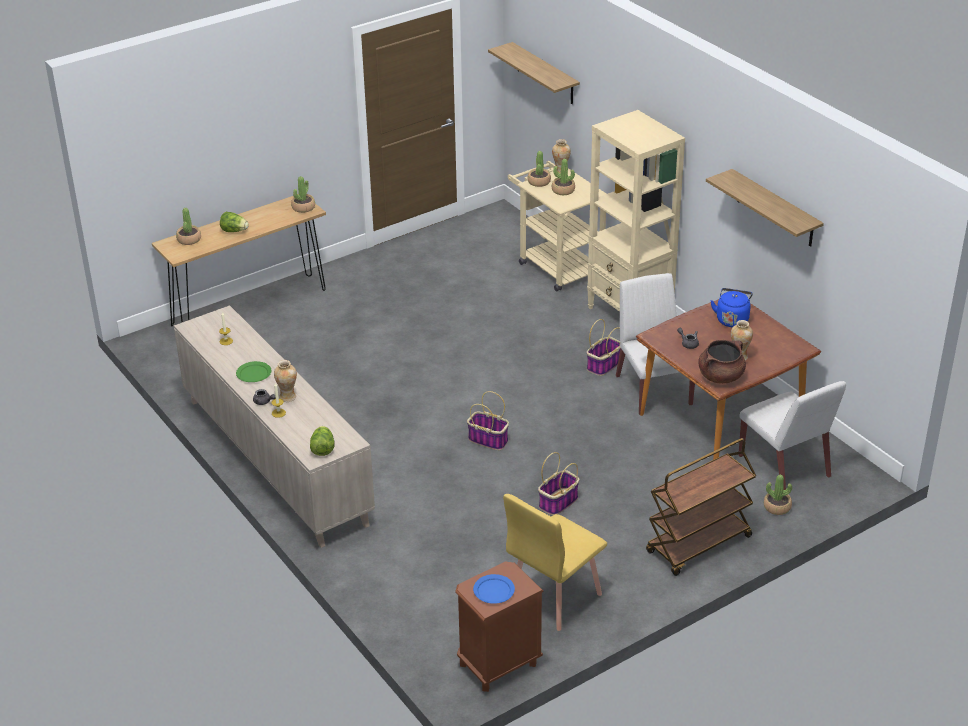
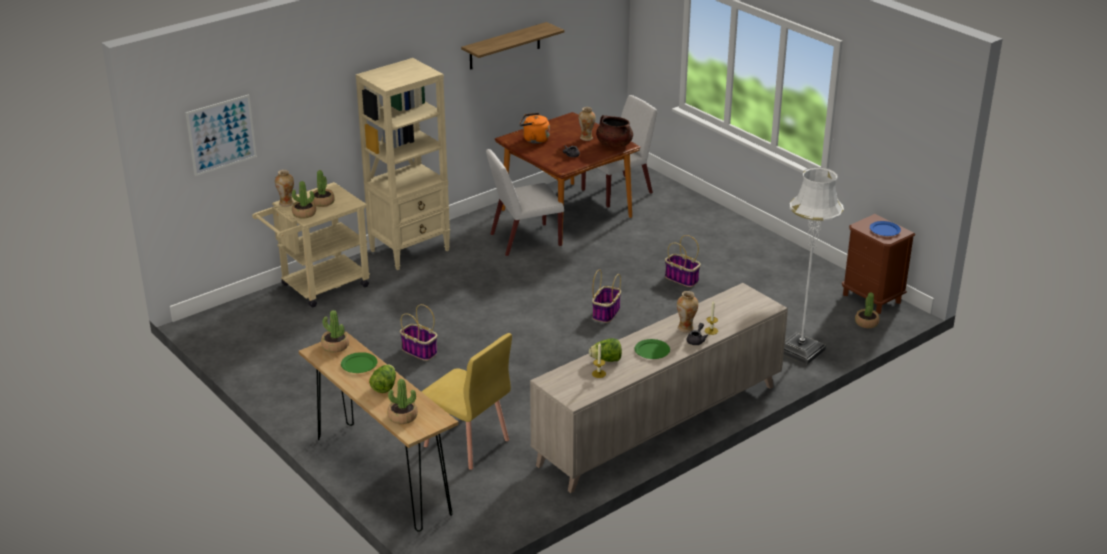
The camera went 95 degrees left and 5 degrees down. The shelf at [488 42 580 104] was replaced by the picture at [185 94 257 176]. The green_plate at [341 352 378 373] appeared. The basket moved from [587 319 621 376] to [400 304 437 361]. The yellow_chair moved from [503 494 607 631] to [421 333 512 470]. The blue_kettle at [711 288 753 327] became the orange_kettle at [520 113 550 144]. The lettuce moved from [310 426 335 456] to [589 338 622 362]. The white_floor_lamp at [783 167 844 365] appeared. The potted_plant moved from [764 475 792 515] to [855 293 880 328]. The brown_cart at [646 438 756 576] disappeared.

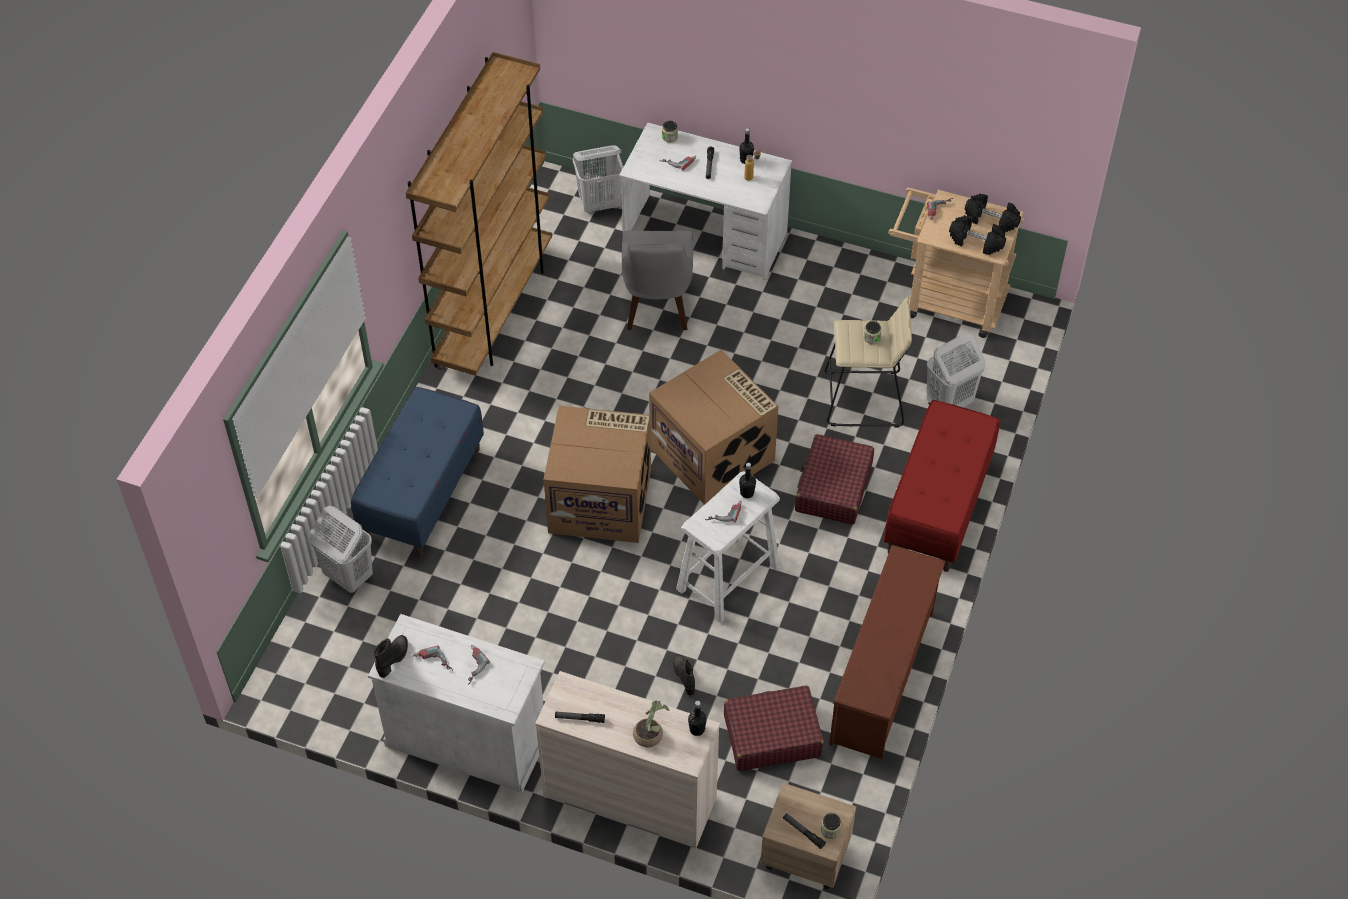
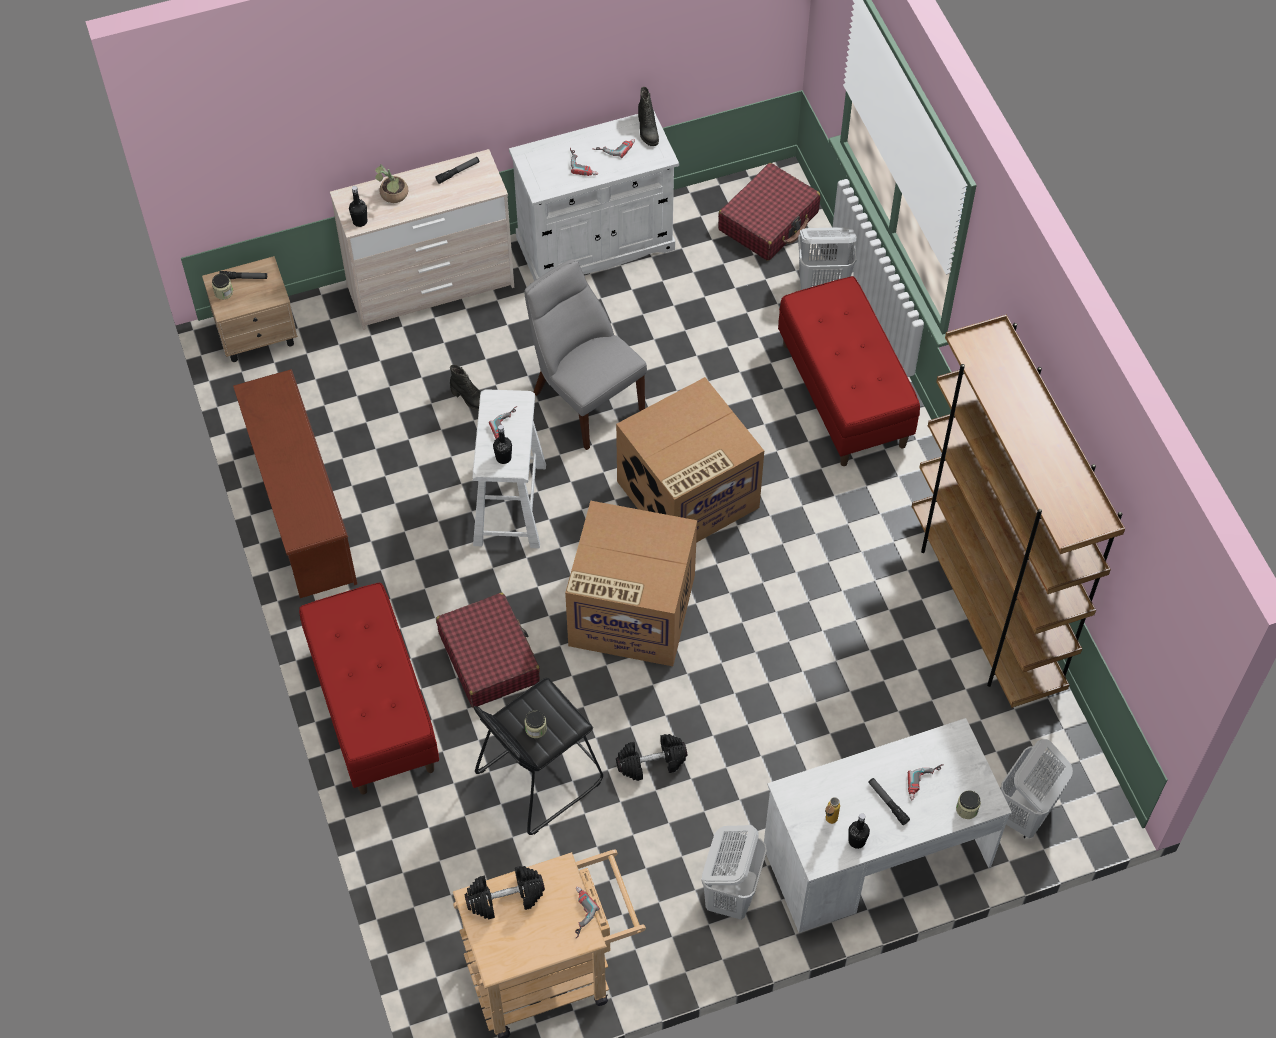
The camera went 140 degrees right and 5 degrees up. The beige_stool at [825 297 912 427] became the black_stool at [474 677 603 835]. The grey_chair moved from [622 230 693 330] to [524 259 647 450]. The black_dumbbell moved from [964 194 1021 233] to [616 734 687 781]. The white_laundry_basket moved from [927 333 985 407] to [701 825 767 920]. The red_suitcase moved from [724 685 824 771] to [718 163 820 261]. The blue_bench at [351 387 484 557] became the red_bench at [778 276 920 466].

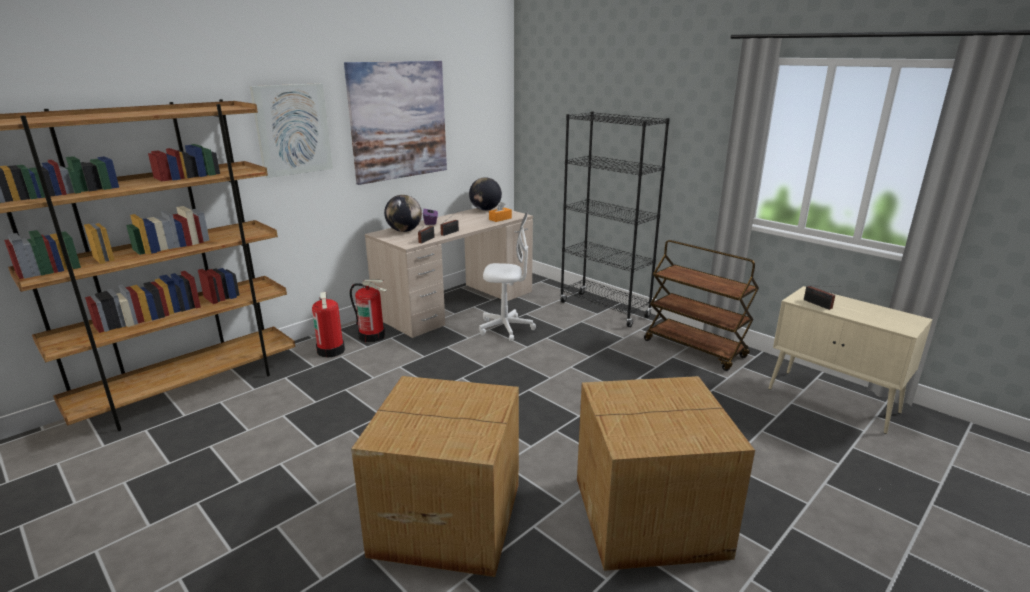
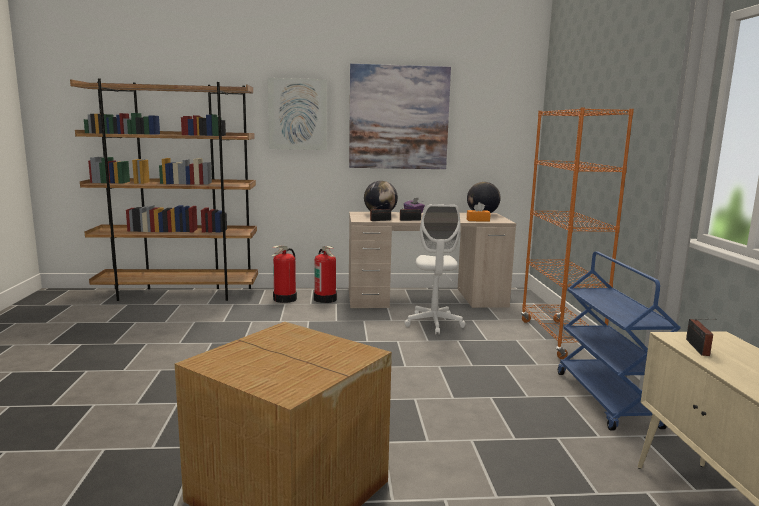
The camera went 40 degrees right and 10 degrees down. The white_office_chair at [479 211 536 341] turned 45 degrees clockwise. The black_bookcase at [560 111 670 327] became the orange_bookcase at [521 107 634 359]. The brown_cart at [644 240 759 371] became the blue_cart at [558 251 681 431]. The cardboard_box at [351 376 519 577] disappeared.

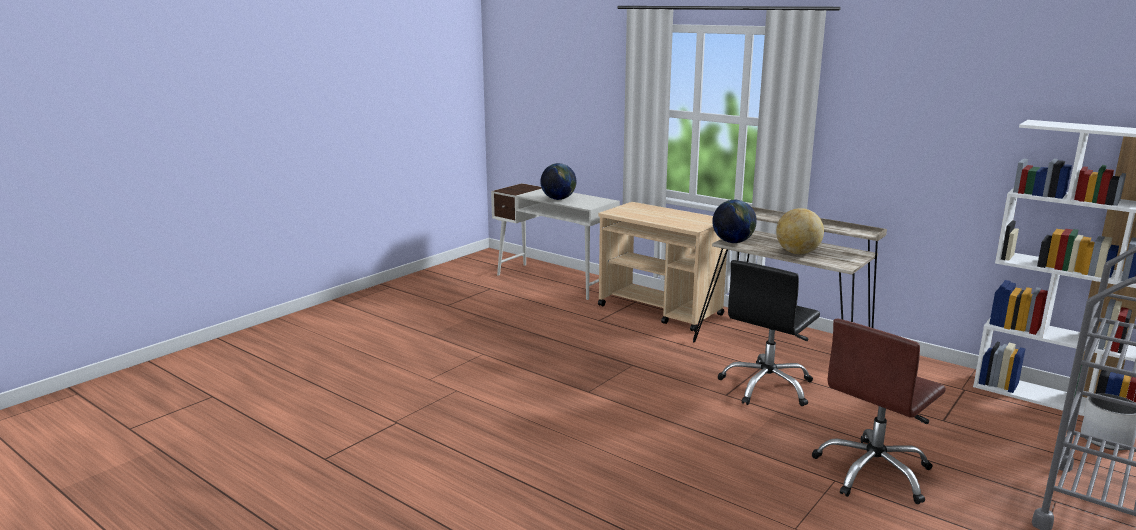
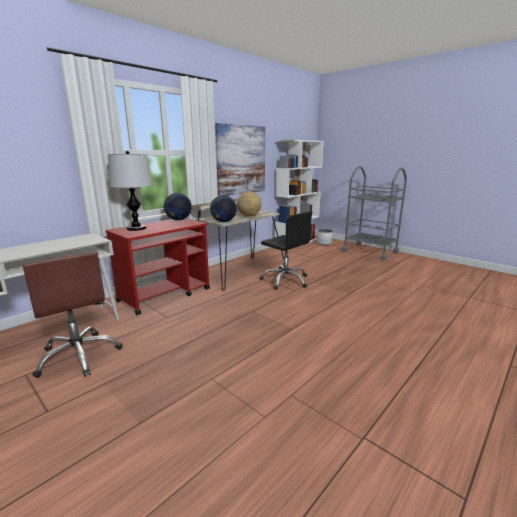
The camera went 85 degrees left and 0 degrees up. The brown_office_chair moved from [812 319 946 504] to [23 252 122 378]. The beige_cart at [598 202 727 332] became the red_cart at [106 218 210 315]. The table_lamp at [108 151 153 231] appeared. The globe moved from [540 163 576 200] to [164 193 192 220]. The picture at [215 123 265 196] appeared.

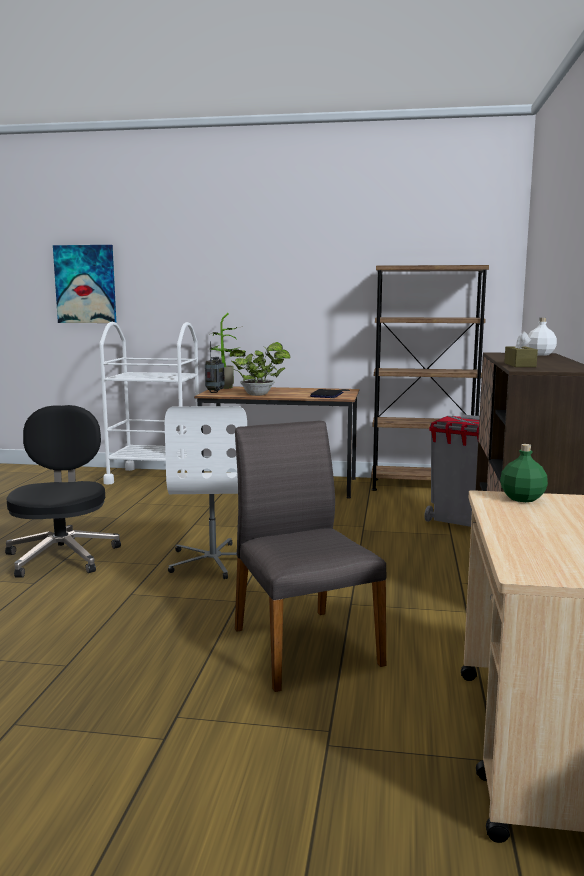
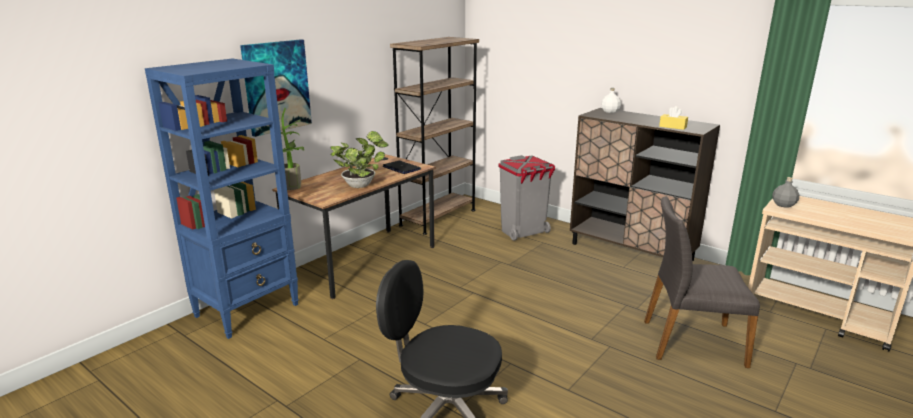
The camera went 60 degrees left and 10 degrees up. The white_cart at [99 322 199 484] was replaced by the blue_bookcase at [145 59 299 339]. The picture moved from [53 245 116 323] to [240 39 312 137]. The brown_tissue_box at [504 331 538 367] became the yellow_tissue_box at [659 106 688 130]. The green_bottle at [500 444 548 502] became the grey_bottle at [772 177 799 208]. The white_office_chair at [165 406 247 579] disappeared. The radio at [205 341 225 393] disappeared.

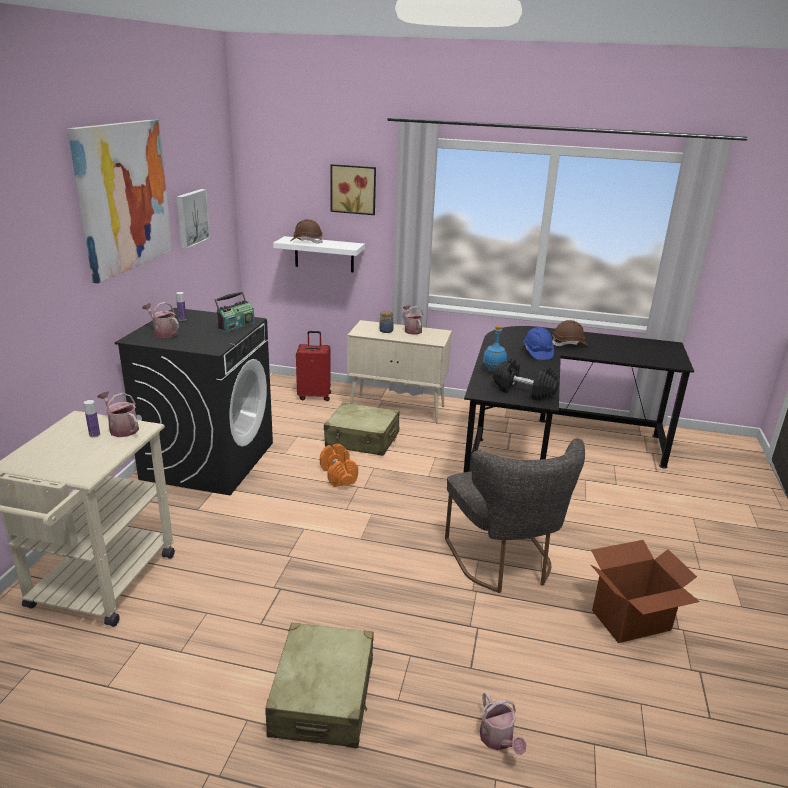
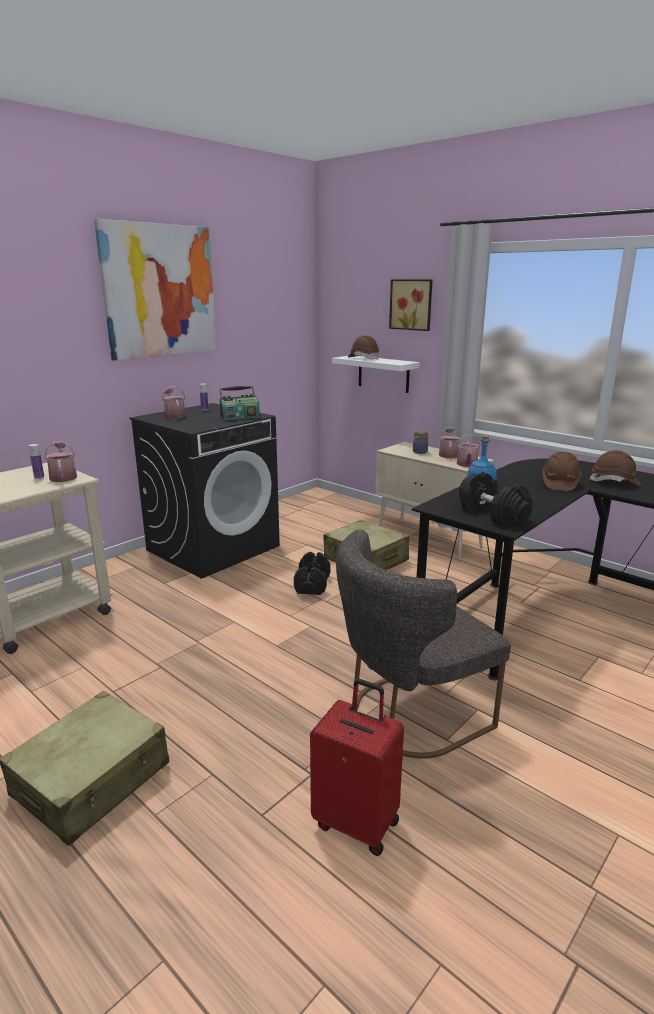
The camera went 30 degrees right and 5 degrees down. The orange_dumbbell at [320 444 358 487] became the black_dumbbell at [294 552 330 595]. The red_suitcase moved from [296 331 331 401] to [310 679 404 856]. The grey_chair at [445 439 585 593] turned 45 degrees clockwise. The watering_can moved from [480 692 527 755] to [457 435 480 467]. The blue_hard_hat at [523 327 554 360] became the brown_hard_hat at [543 452 581 491]. The picture at [176 189 211 249] disappeared. The cardboard_box at [591 540 700 643] disappeared.

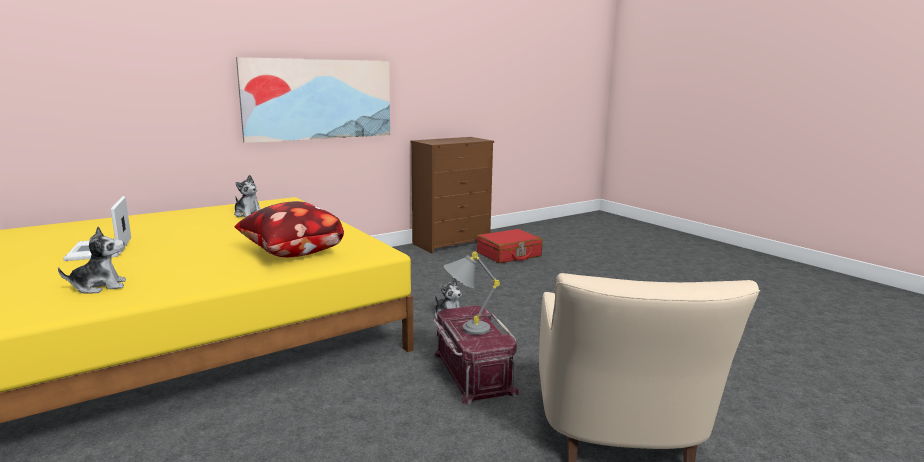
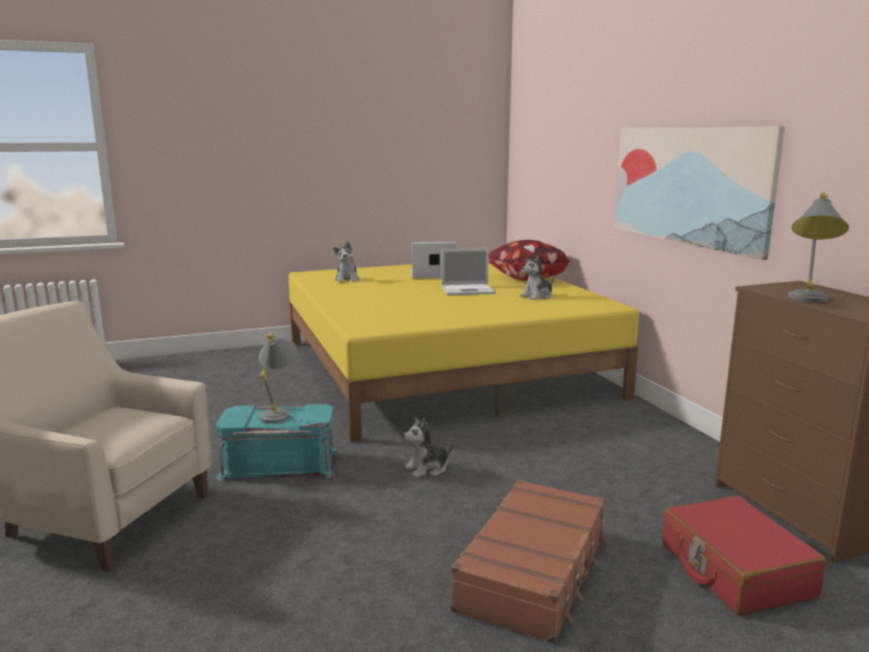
The camera went 105 degrees right and 0 degrees up. The red_storage_box at [433 305 519 405] became the turquoise_storage_box at [216 404 338 482]. The laptop at [442 248 496 295] appeared. The brown_suitcase at [451 479 608 644] appeared. The pillow moved from [235 201 344 257] to [489 240 570 281]. The grey_table_lamp at [788 192 849 302] appeared.

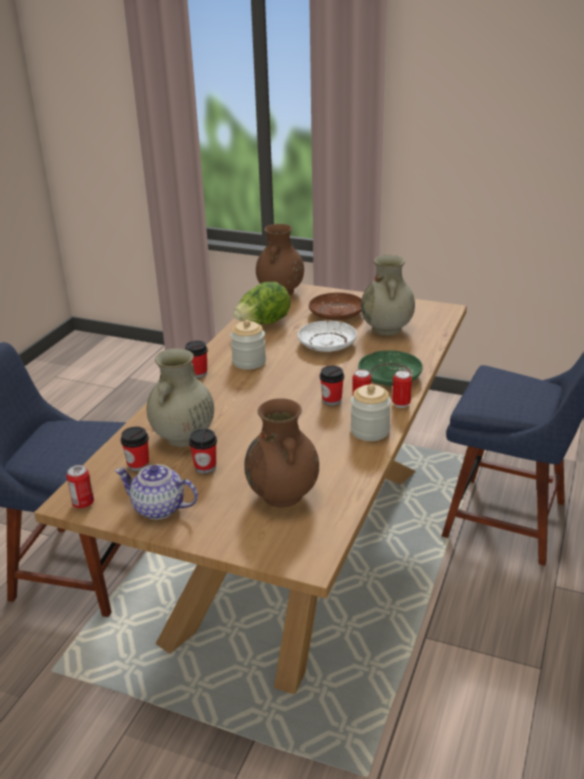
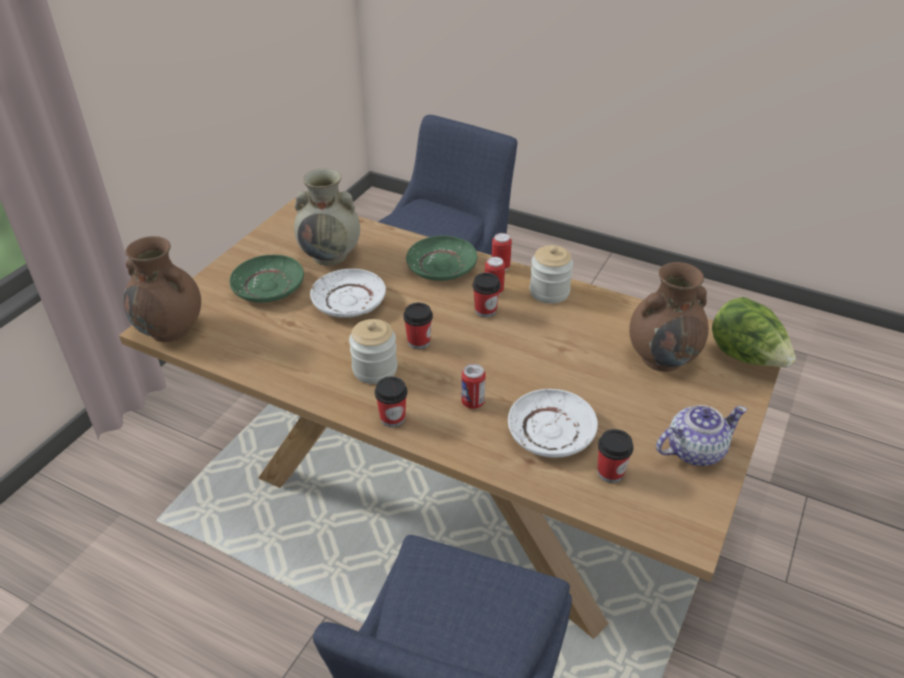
The camera went 85 degrees left and 10 degrees up. The brown_plate at [309 292 362 321] became the green_plate at [229 255 304 303]. The cup moved from [189 428 217 474] to [403 303 433 349]. The can moved from [67 465 94 508] to [461 364 486 409]. The beige_vase at [146 348 214 447] was replaced by the white_plate at [508 389 598 458]. The teapot at [115 464 198 520] turned 135 degrees counterclockwise. The lettuce moved from [233 282 291 324] to [712 297 796 367].

